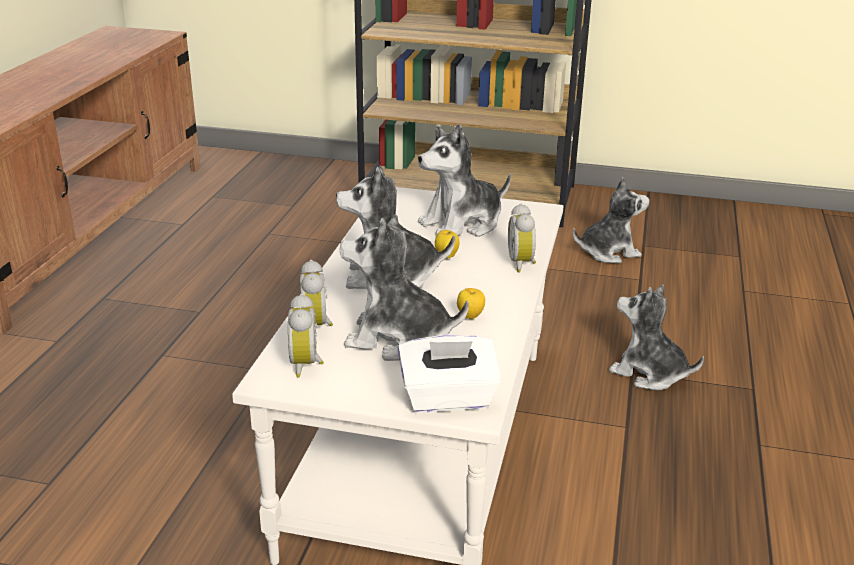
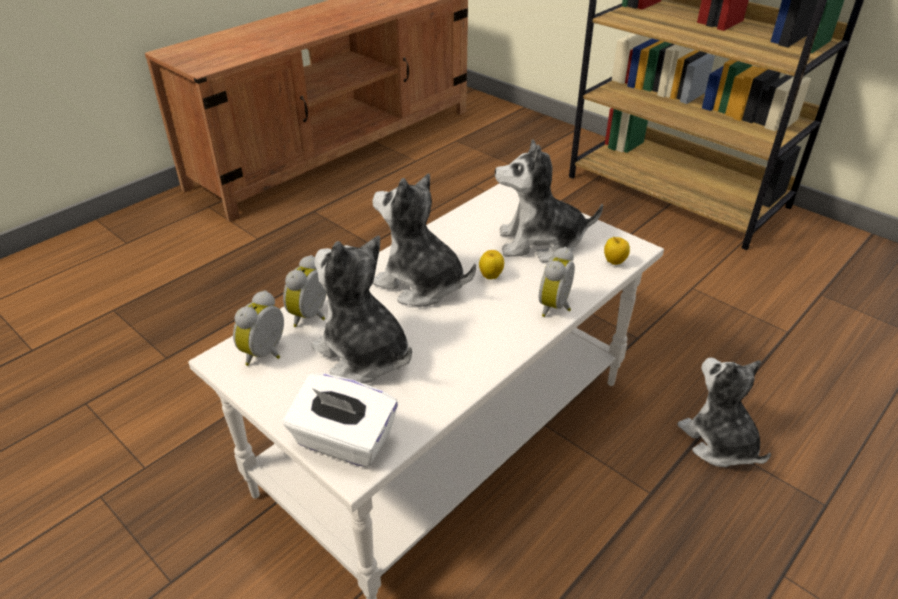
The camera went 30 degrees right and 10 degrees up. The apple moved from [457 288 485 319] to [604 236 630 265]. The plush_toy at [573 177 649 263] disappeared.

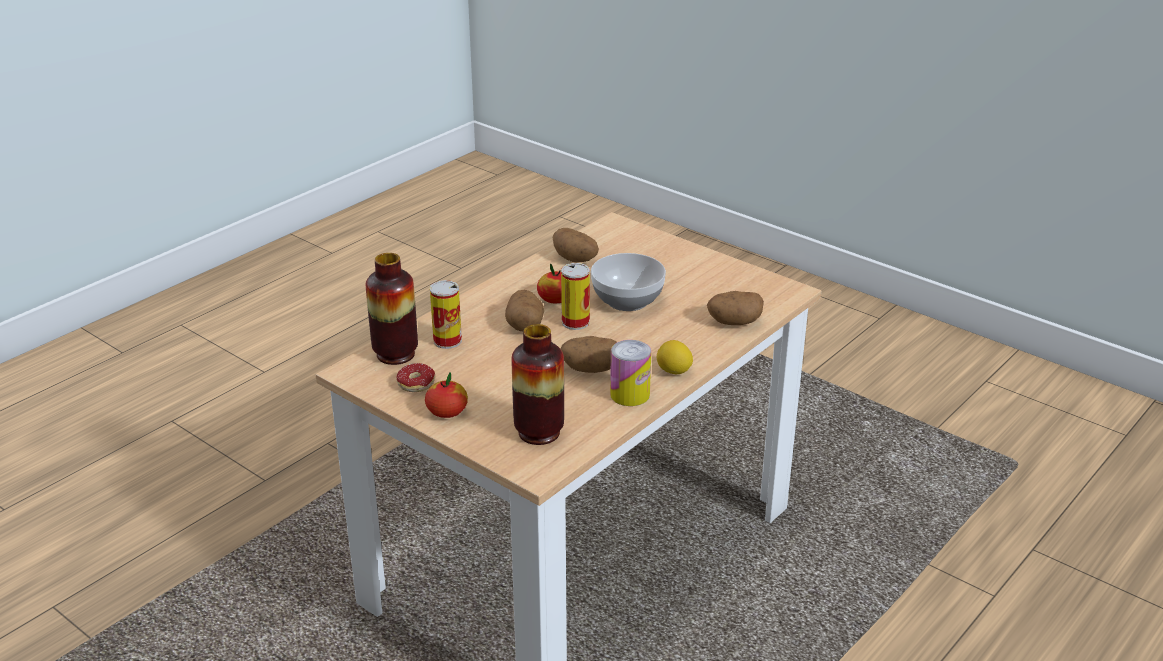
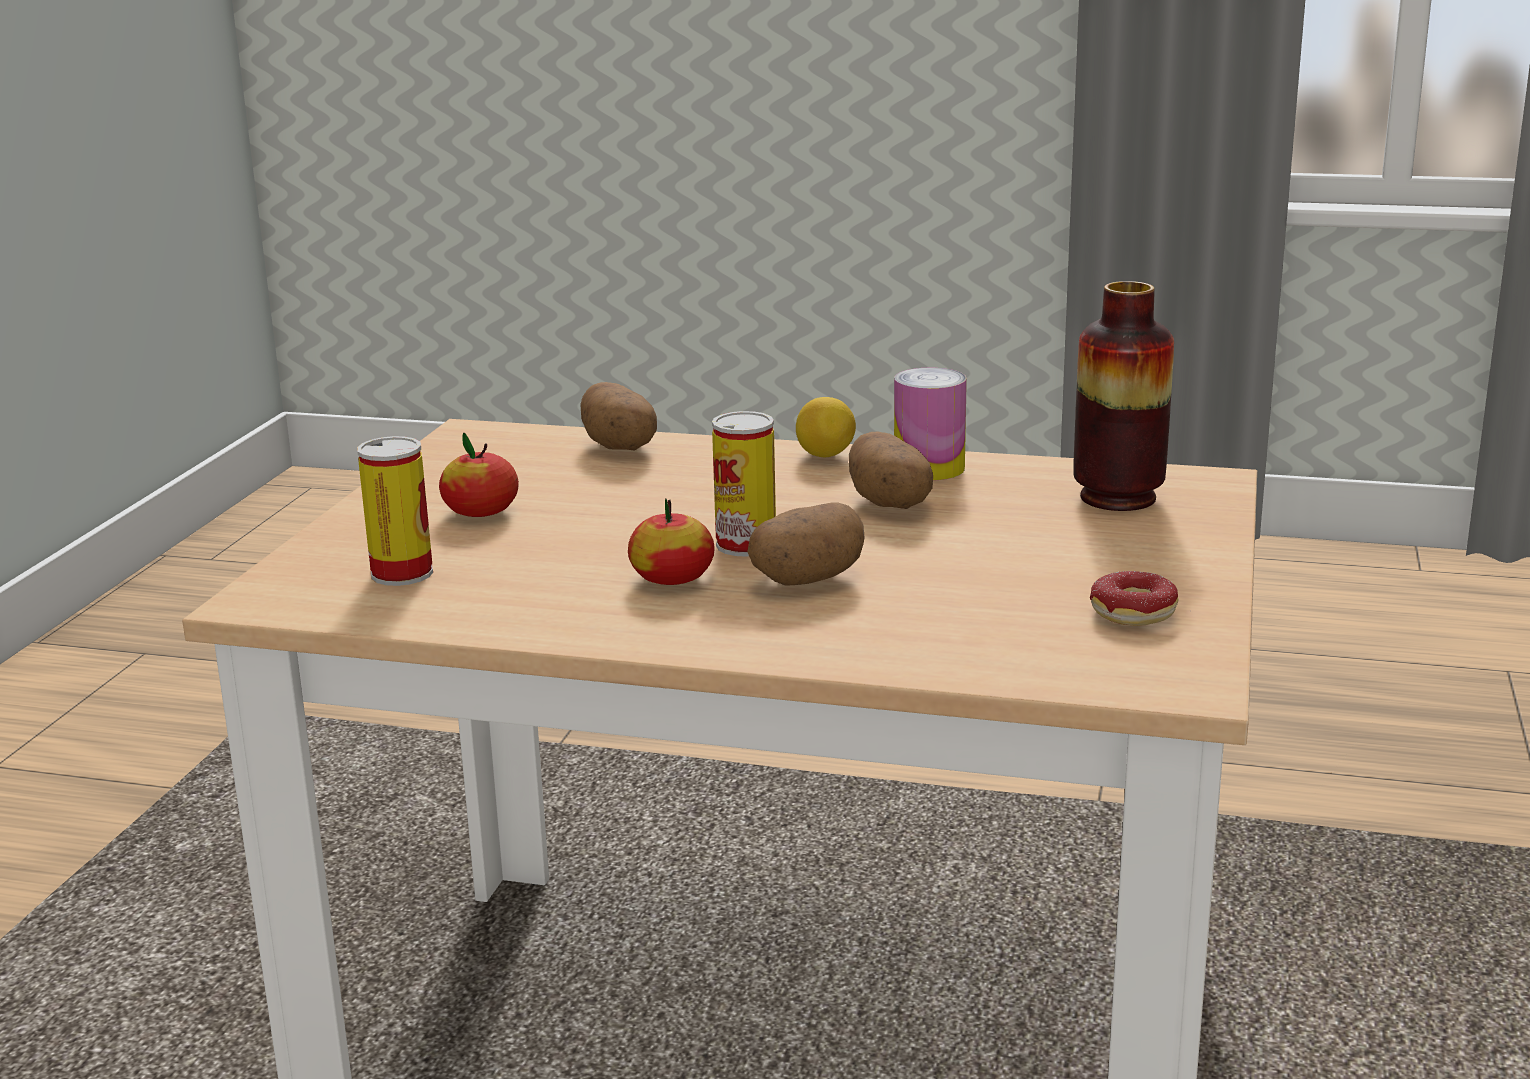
The camera went 115 degrees left and 10 degrees down. The can moved from [430 280 462 349] to [357 436 433 586]. The apple moved from [425 372 468 418] to [439 433 519 517]. The vase at [366 253 418 365] disappeared. The potato at [553 228 599 262] disappeared. The bowl at [591 253 666 311] disappeared.

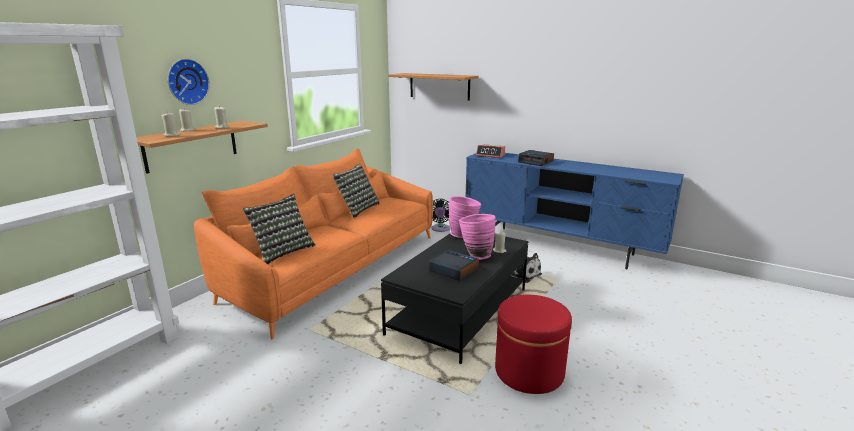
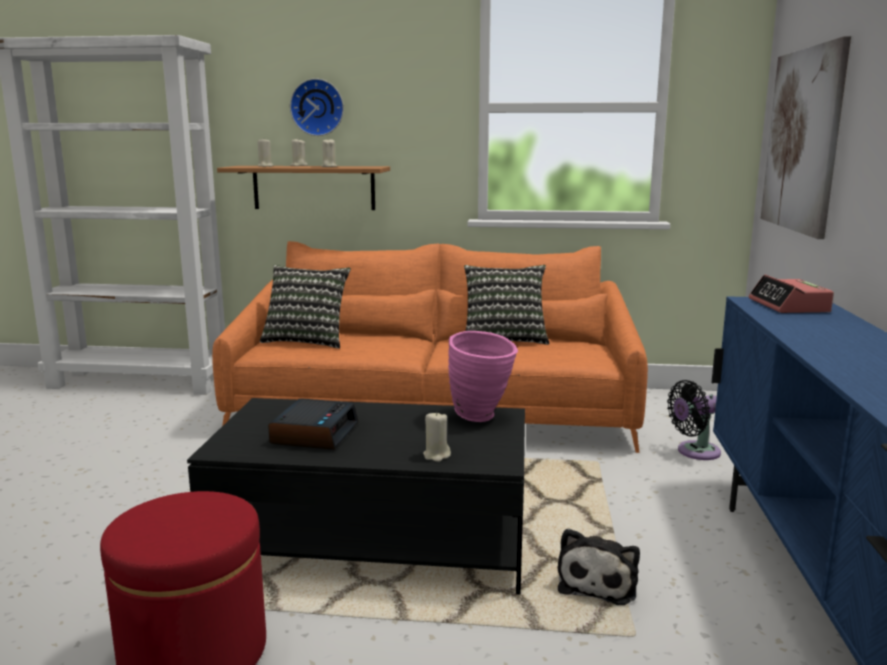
The camera went 65 degrees right and 5 degrees down. The shelf at [388 73 479 101] was replaced by the picture at [761 36 851 239]. The pink_vase at [459 214 495 260] disappeared. The alarm_clock at [518 150 554 166] disappeared.

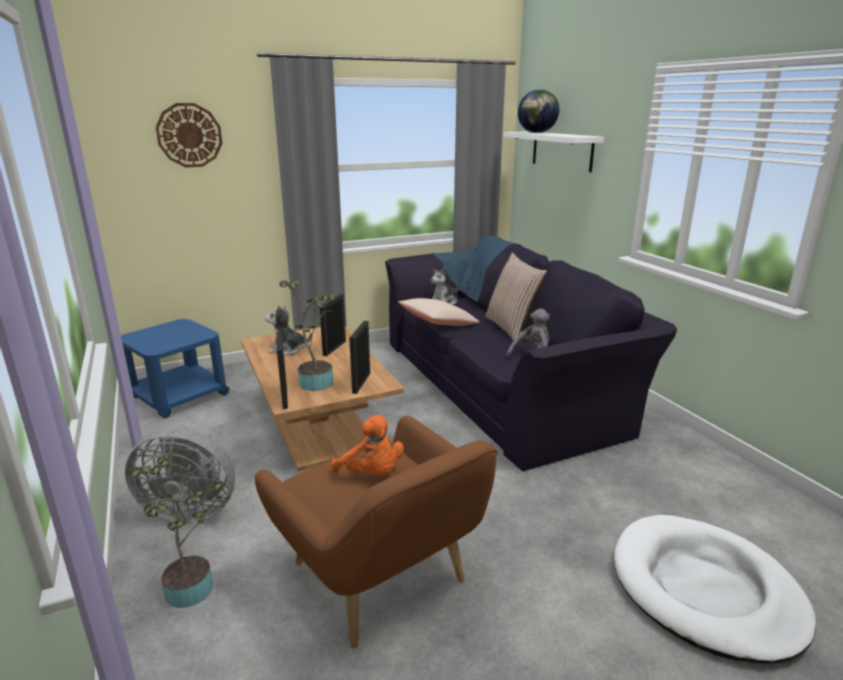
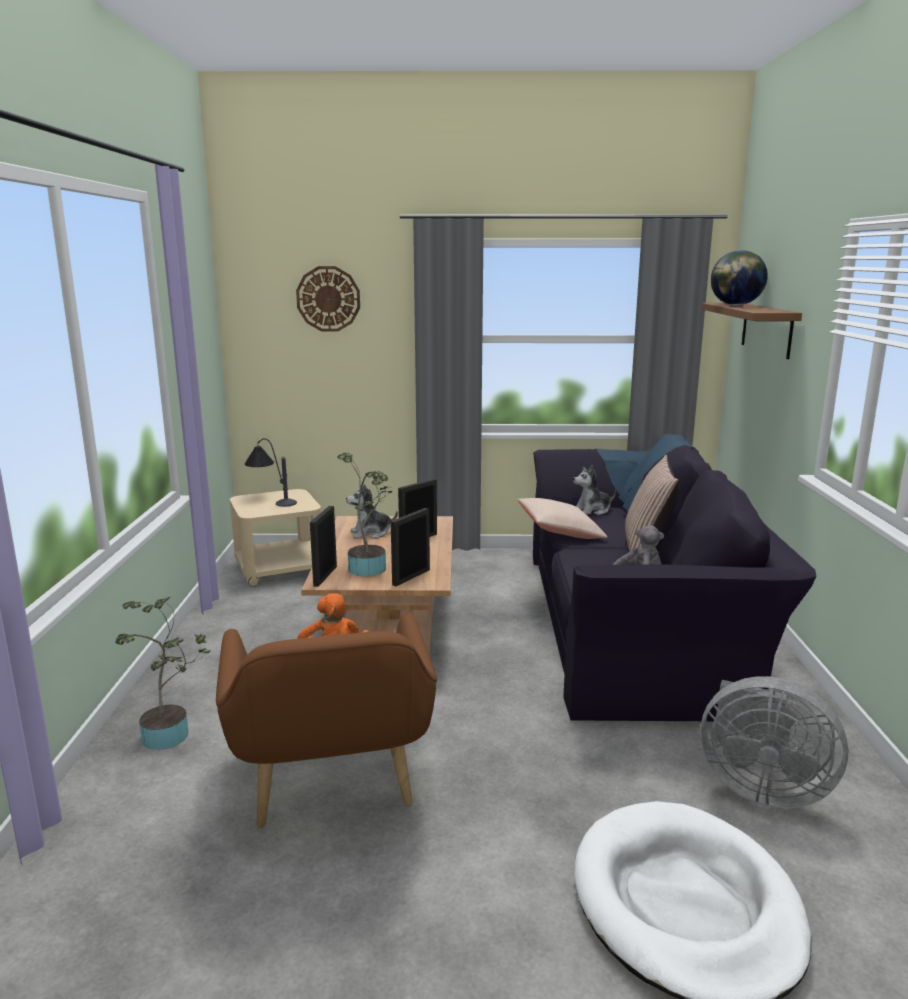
The camera went 25 degrees right and 5 degrees down. The blue_side_table at [121 319 229 418] became the beige_side_table at [230 489 321 587]. The table_lamp at [245 438 297 507] appeared. The plush_toy at [265 305 311 356] turned 45 degrees counterclockwise. The white_shelf at [503 131 604 172] became the brown_shelf at [701 303 802 359]. The grey_fan moved from [125 427 235 523] to [701 676 848 808].

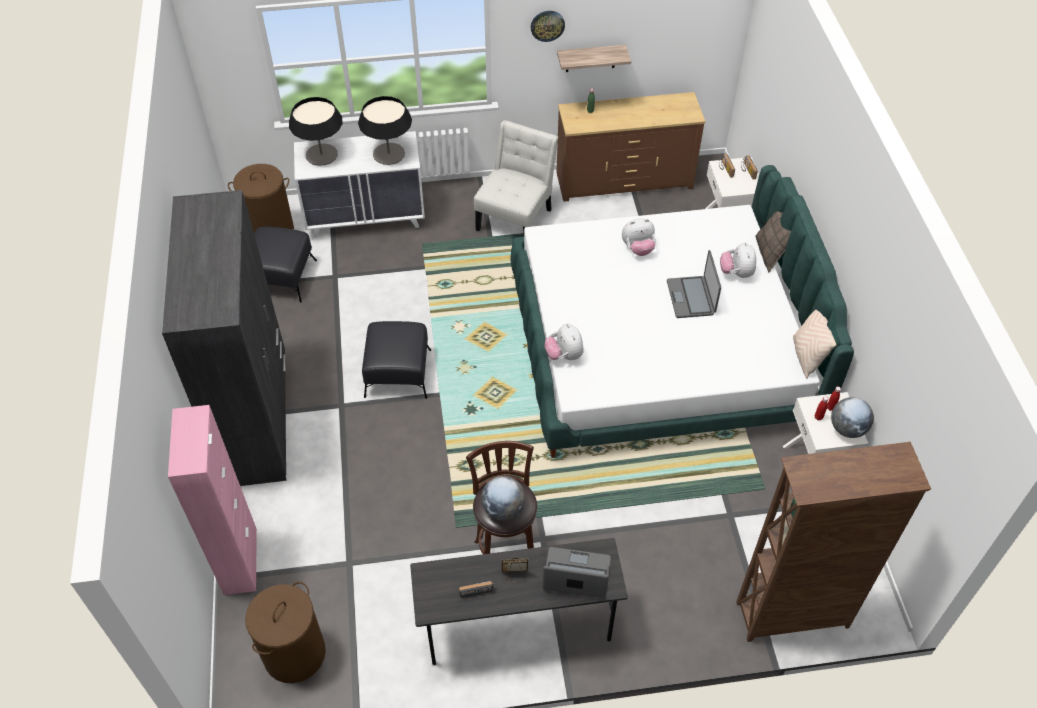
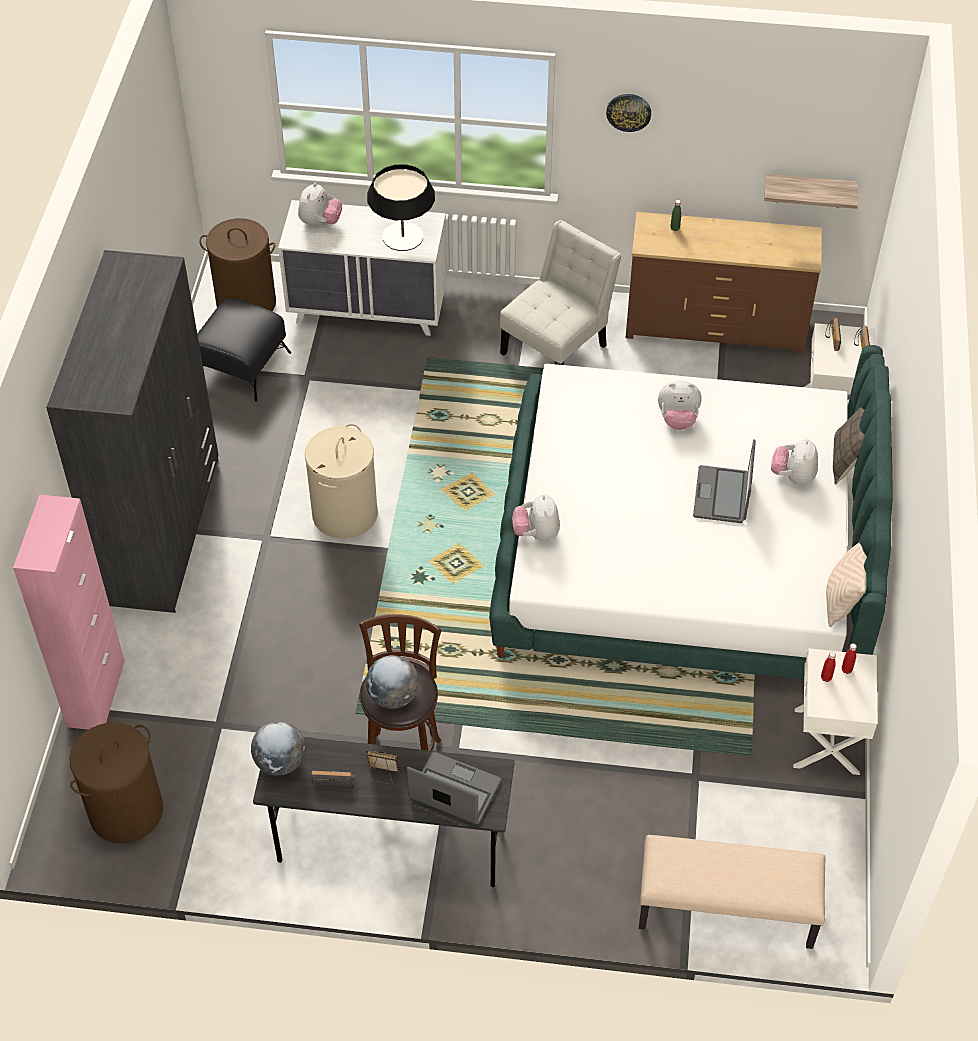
The camera went 15 degrees right and 0 degrees up. The globe moved from [831 397 874 438] to [251 721 306 776]. The table_lamp at [289 97 343 166] was replaced by the plush_toy at [298 182 342 226]. The black_ottoman at [362 321 431 399] was replaced by the beige_laundry_basket at [305 424 378 539]. The brown_bookcase at [736 442 931 642] was replaced by the beige_bench at [639 835 826 949]. The shelf moved from [557 45 631 72] to [764 174 858 209].

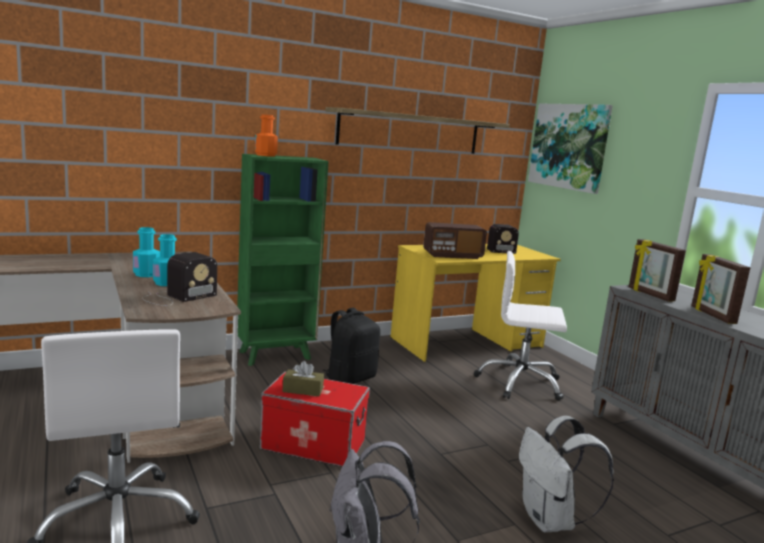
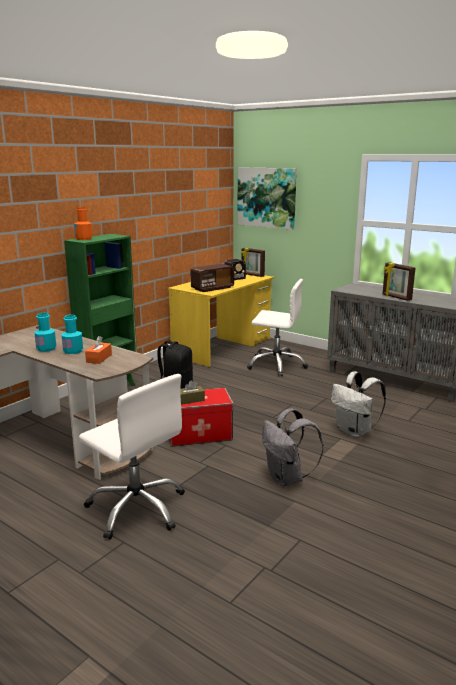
The camera went 25 degrees left and 5 degrees up. The radio at [142 252 217 306] was replaced by the orange_tissue_box at [85 336 112 364]. The picture_frame moved from [629 239 686 302] to [241 248 265 277]. The white_office_chair at [474 251 567 401] turned 150 degrees counterclockwise. The shelf at [326 107 510 154] disappeared.

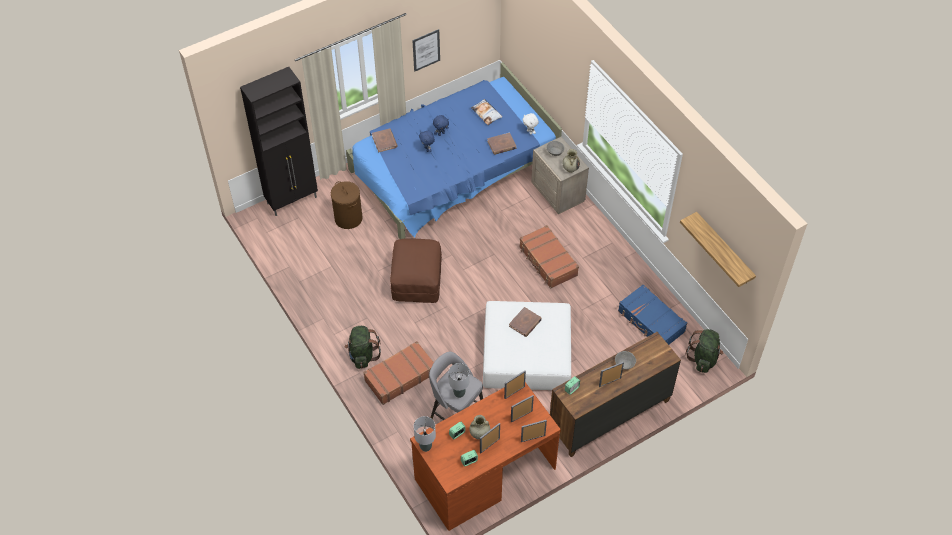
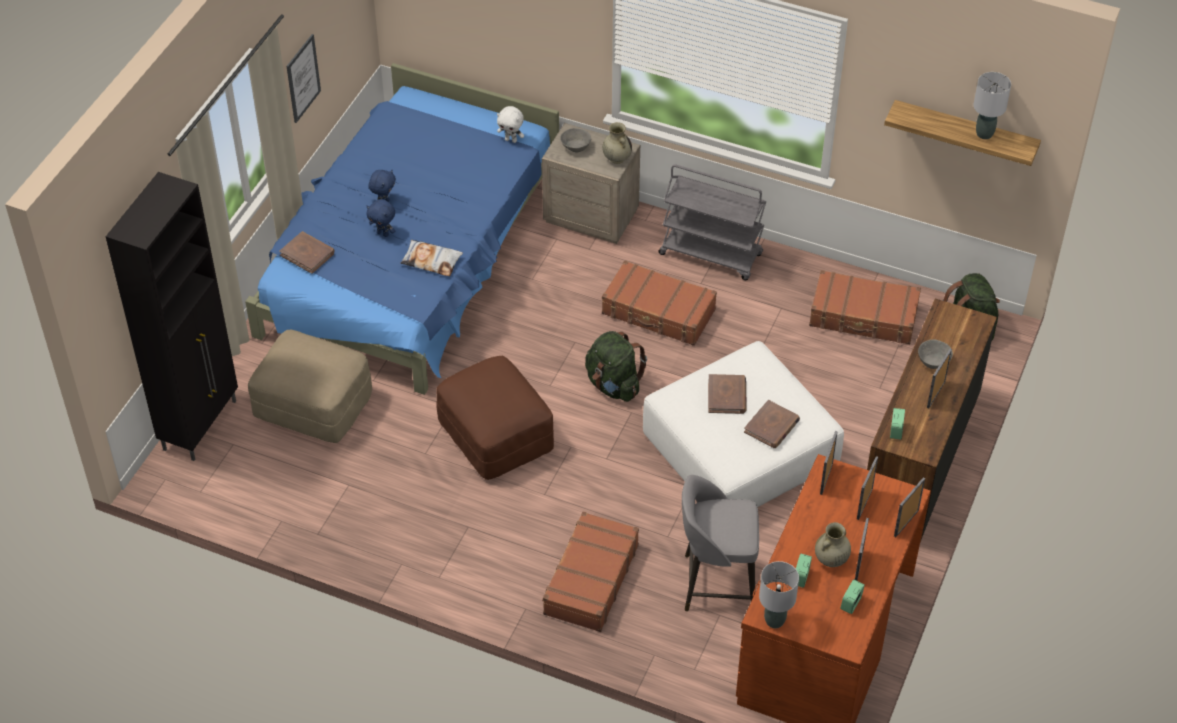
The camera went 35 degrees left and 5 degrees down. The brown_laundry_basket at [331 181 363 229] was replaced by the beige_ottoman at [248 330 372 443]. The pillow moved from [471 99 502 125] to [401 240 463 276]. The green_backpack moved from [344 326 381 369] to [585 331 647 402]. The grey_cart at [658 164 766 280] appeared. The brown_book moved from [487 133 517 155] to [744 400 800 448]. The blue_suitcase at [618 285 687 345] became the brown_suitcase at [809 270 921 345]. The grey_table_lamp moved from [449 363 469 398] to [974 72 1011 139].

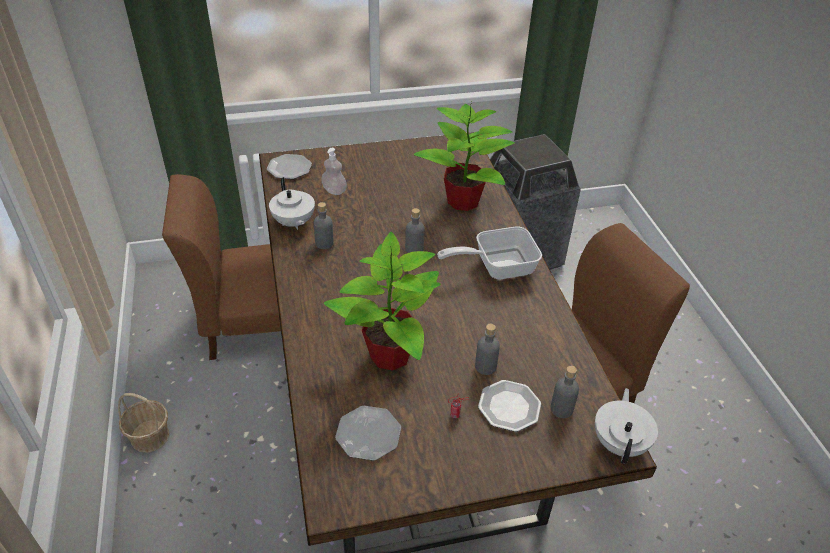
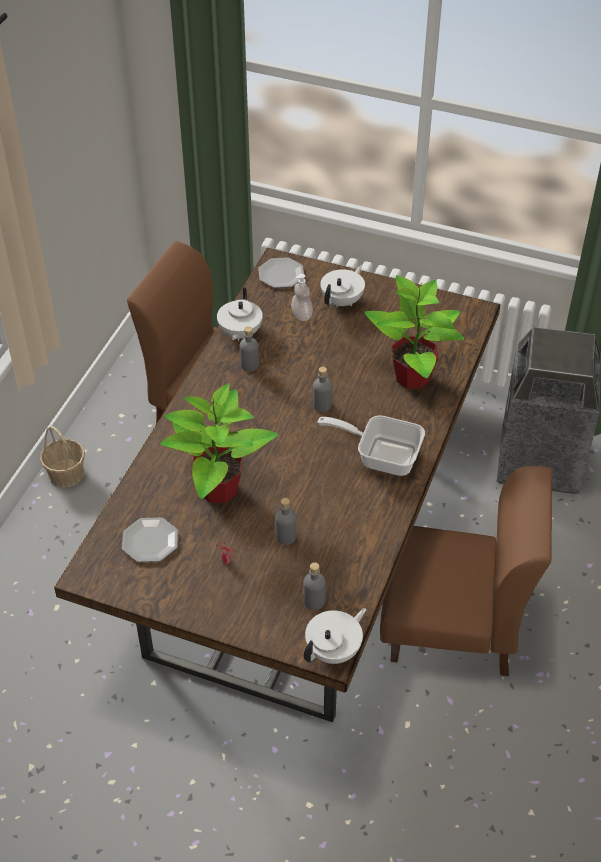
The camera went 35 degrees right and 5 degrees up. The white_teapot at [321 265 365 307] appeared. The plate at [478 380 541 432] disappeared.

